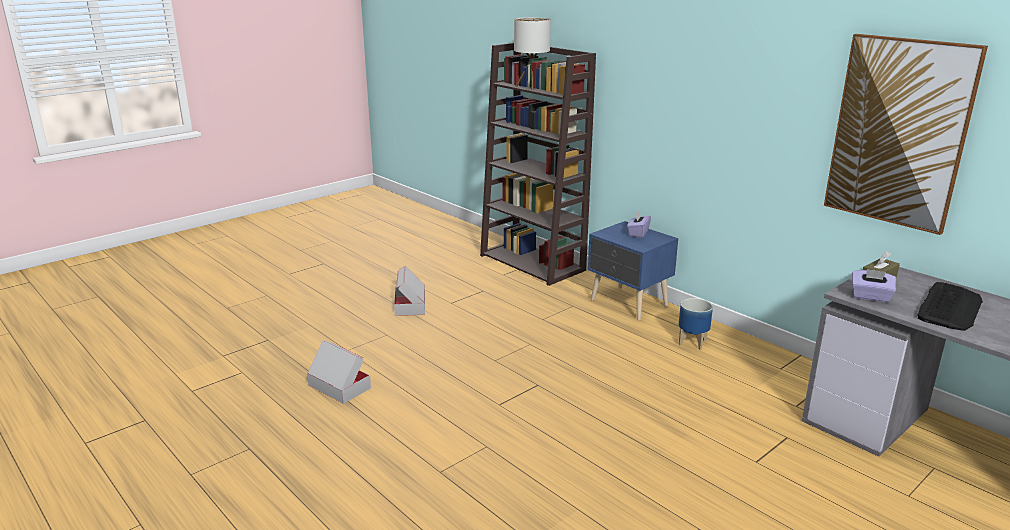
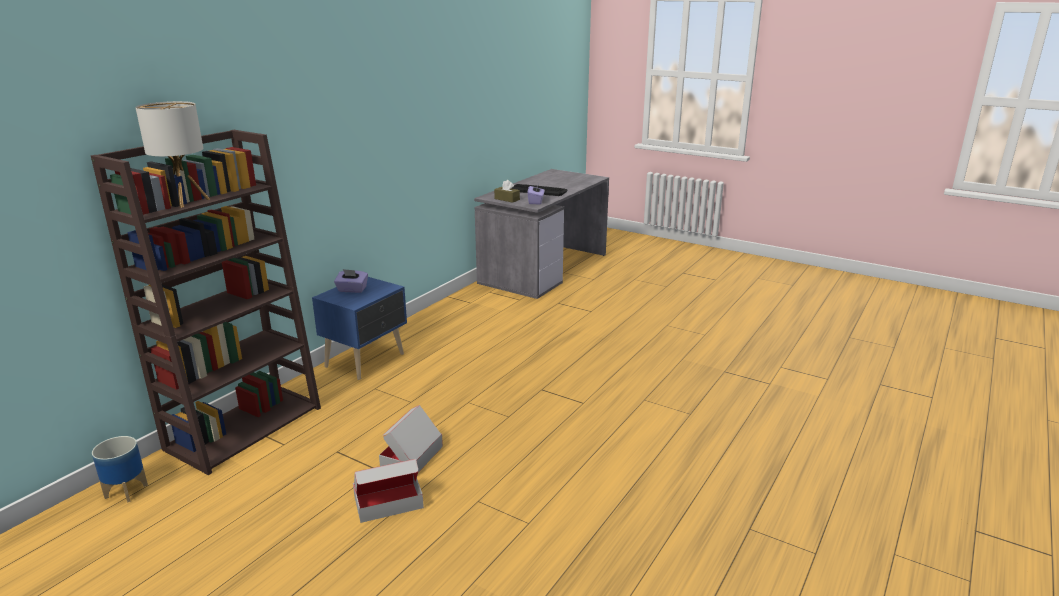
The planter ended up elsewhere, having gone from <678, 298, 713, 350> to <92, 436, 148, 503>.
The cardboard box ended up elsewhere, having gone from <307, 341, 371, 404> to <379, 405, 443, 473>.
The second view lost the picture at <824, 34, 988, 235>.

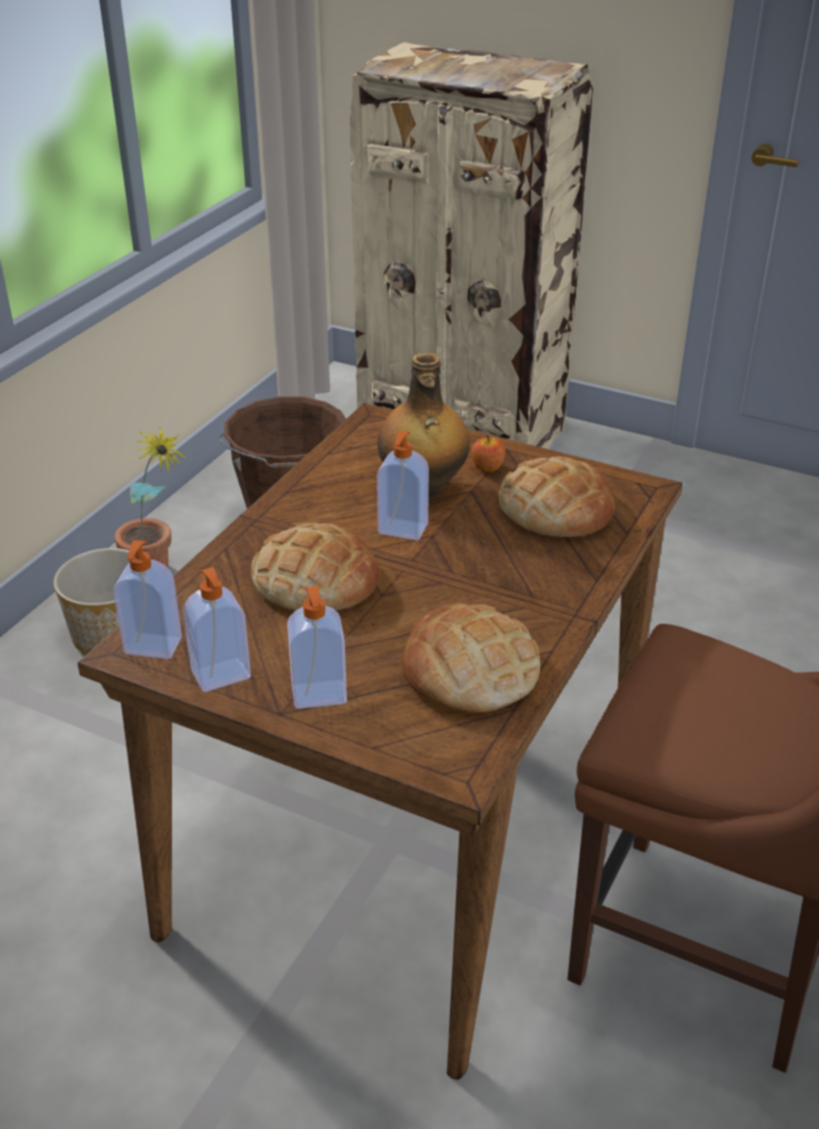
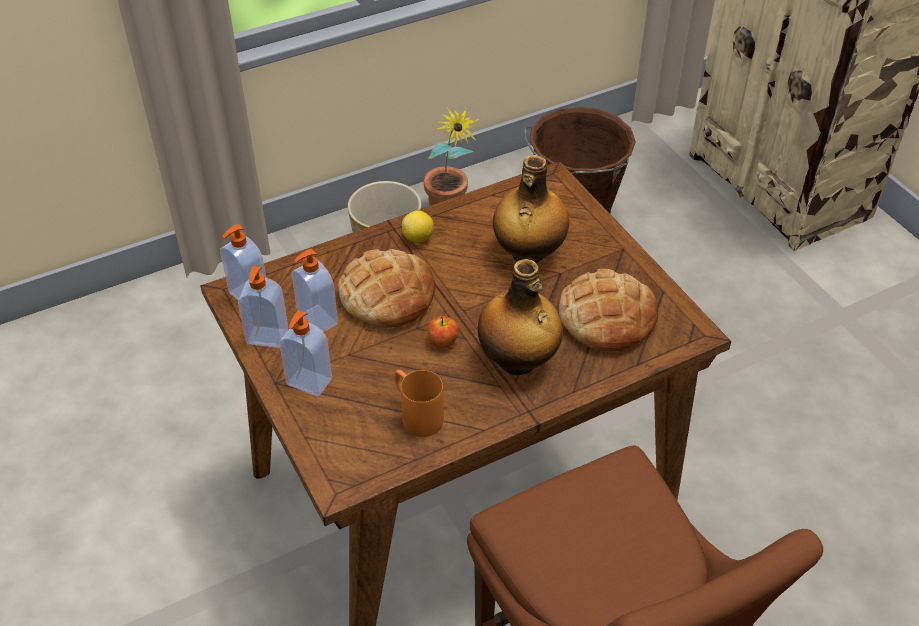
The soap dispenser ended up elsewhere, having gone from <377, 431, 429, 540> to <292, 249, 338, 332>.
Where the bread stood at <402, 604, 540, 713>, the orange mug came to stand at <394, 370, 444, 437>.
The second view gained the lemon at <402, 210, 434, 243>.
The apple ended up elsewhere, having gone from <472, 435, 506, 472> to <428, 316, 458, 348>.
The second view gained the bottle at <478, 259, 563, 375>.

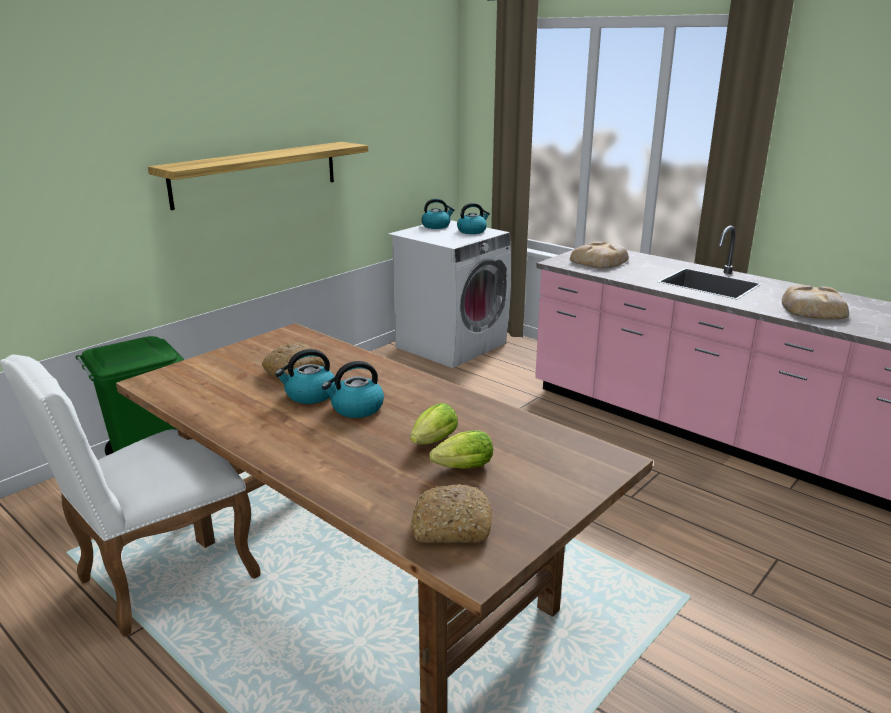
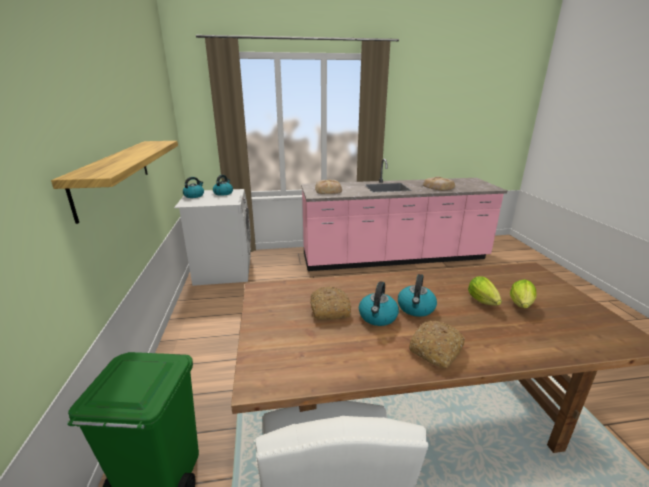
The bread ended up elsewhere, having gone from <410, 484, 492, 543> to <409, 321, 465, 368>.

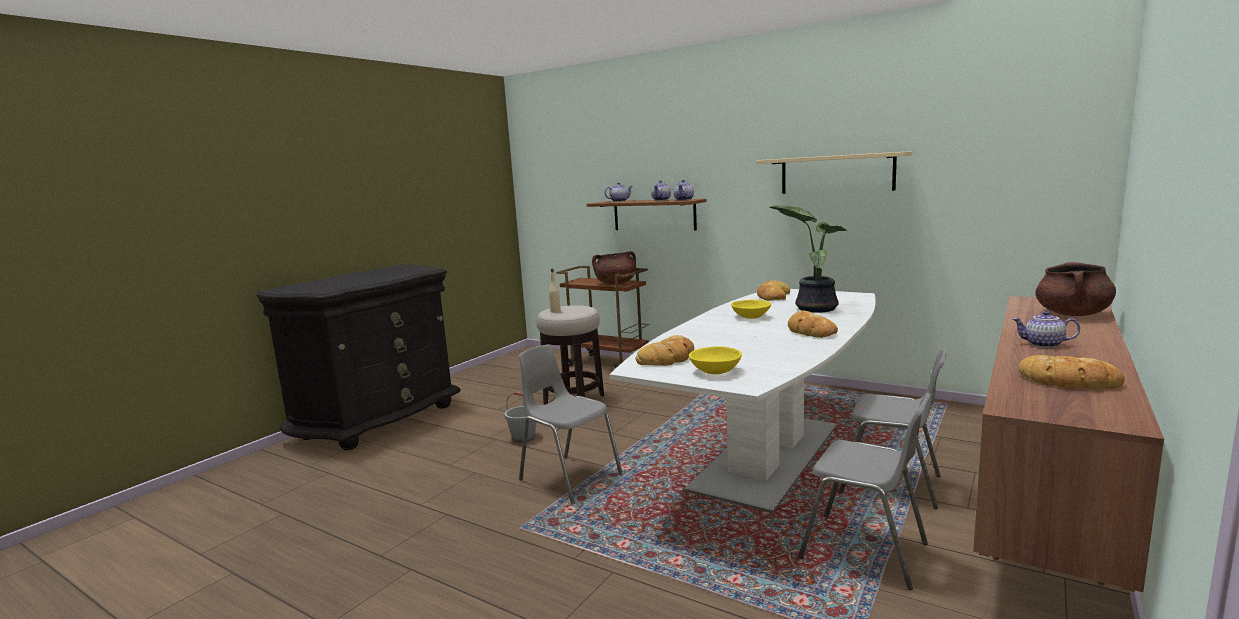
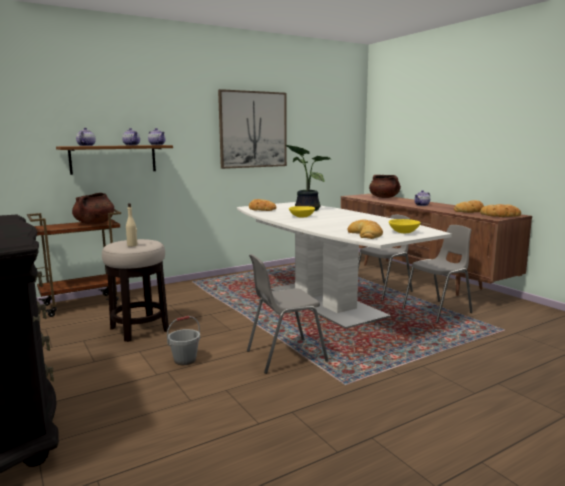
Where the beige shelf hung at <756, 151, 912, 194>, the picture came to hang at <218, 89, 287, 169>.
The bread ended up elsewhere, having gone from <788, 311, 838, 338> to <480, 204, 521, 217>.

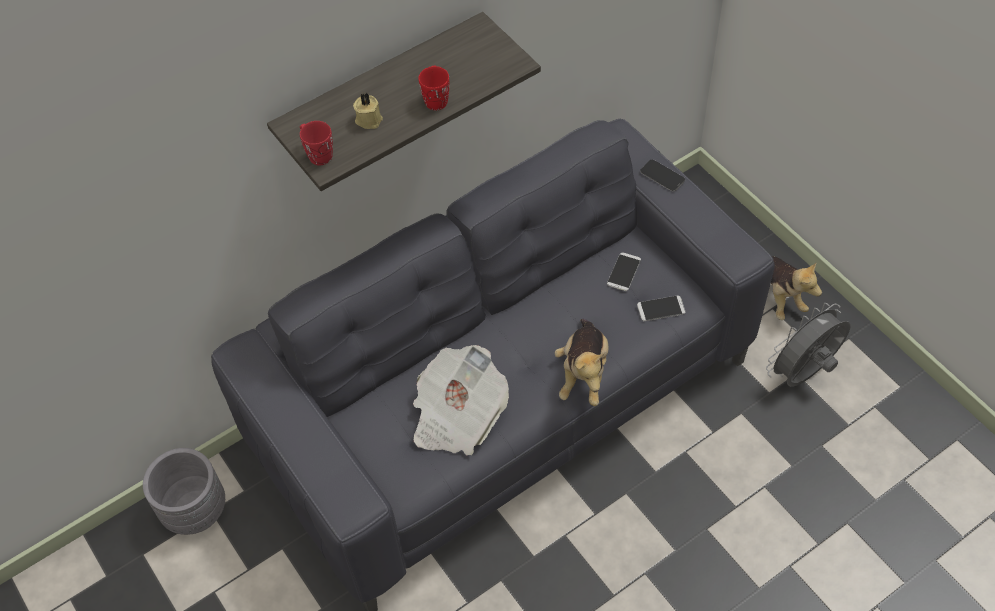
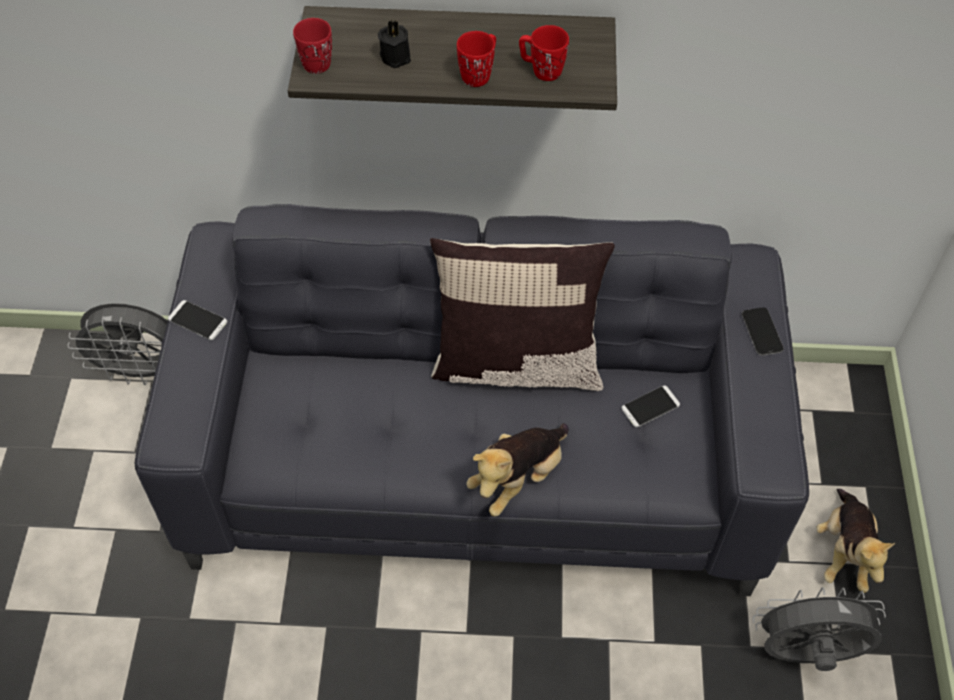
Where the grey planter stood at <143, 448, 225, 535>, the grey fan came to stand at <67, 303, 168, 385>.
The phone ended up elsewhere, having gone from <637, 295, 685, 321> to <168, 300, 227, 340>.
What was the beige candle at <353, 93, 383, 129> turned into the black candle at <378, 20, 411, 68>.
The second view gained the pillow at <430, 238, 615, 391>.
The second view gained the red mug at <519, 25, 569, 81>.
The second view lost the newspaper at <413, 345, 509, 455>.

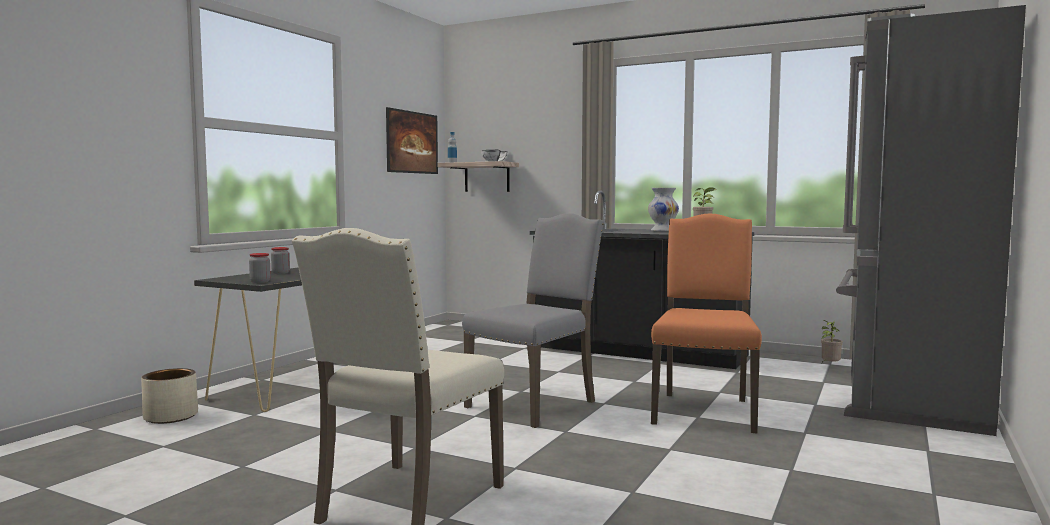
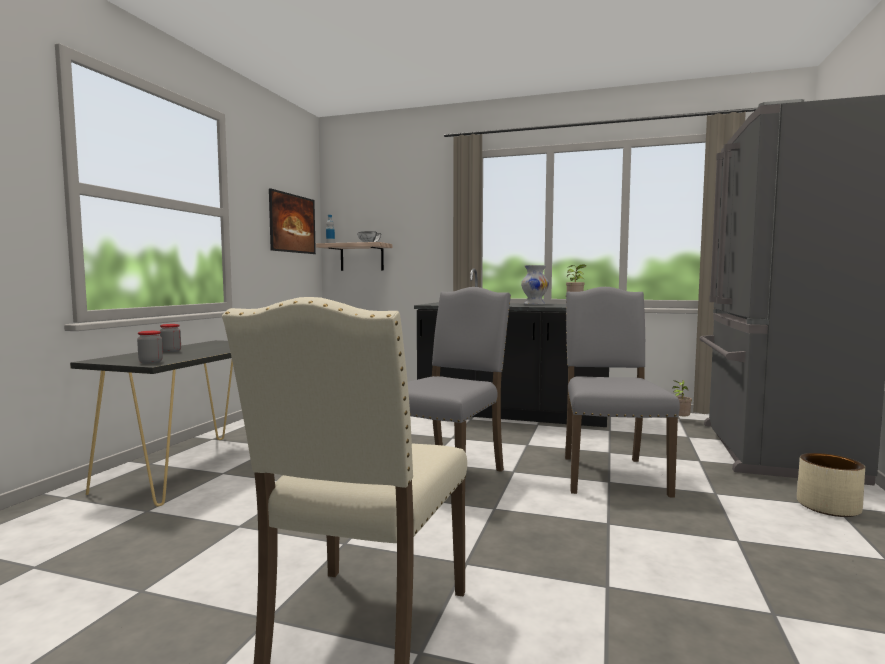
What was the orange chair at <651, 214, 762, 433> turned into the grey chair at <565, 287, 680, 498>.
The beige planter ended up elsewhere, having gone from <141, 368, 198, 424> to <797, 453, 865, 517>.

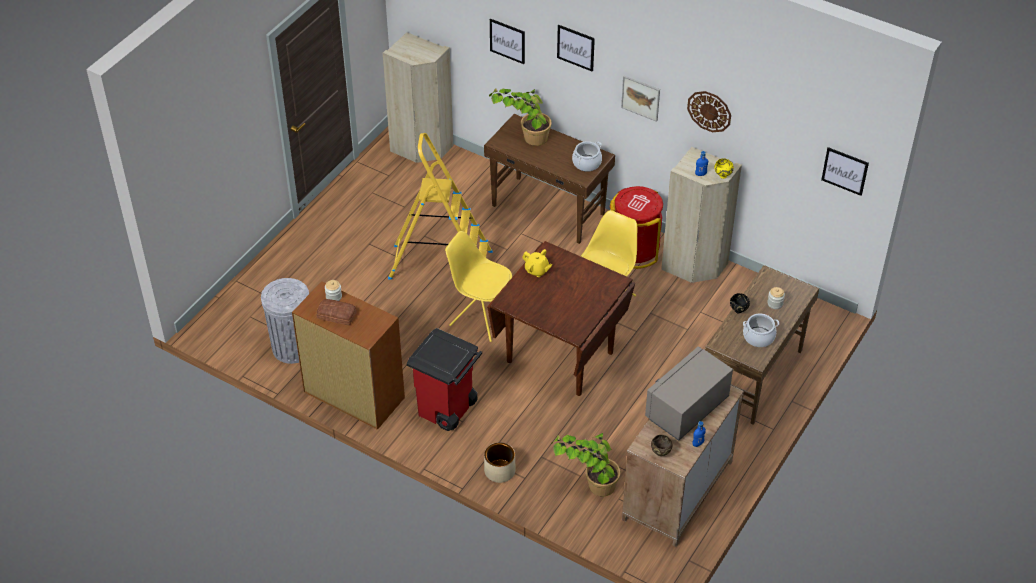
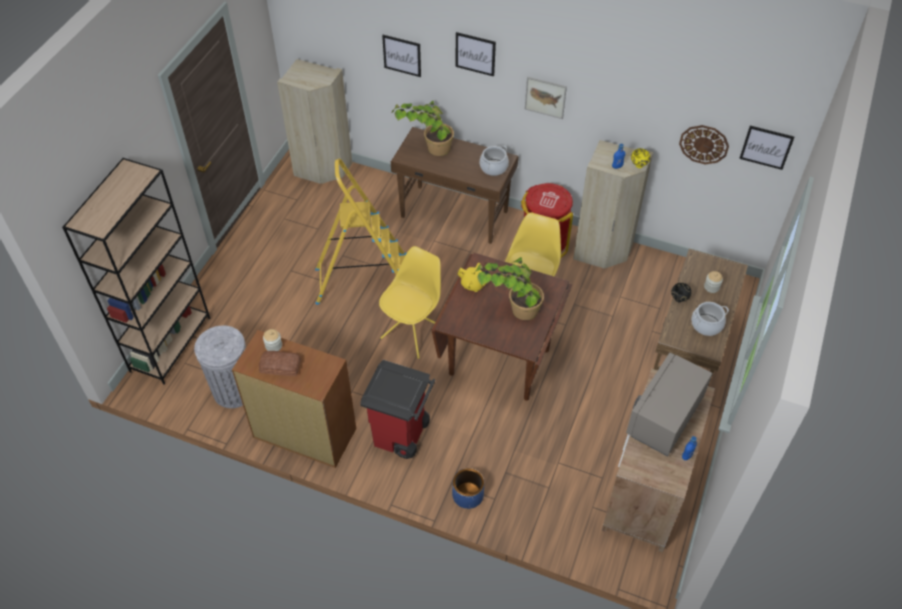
The second view gained the beige bookcase at <62, 158, 210, 385>.
The yellow chair at <445, 231, 512, 342> ended up facing another way, 105 degrees clockwise from before.
What was the beige planter at <484, 442, 516, 483> turned into the blue planter at <452, 468, 484, 509>.
The potted plant ended up elsewhere, having gone from <551, 433, 620, 496> to <475, 257, 544, 320>.
The wall clock ended up elsewhere, having gone from <687, 91, 731, 132> to <679, 125, 729, 164>.
The second view lost the brown bowl at <651, 435, 672, 456>.

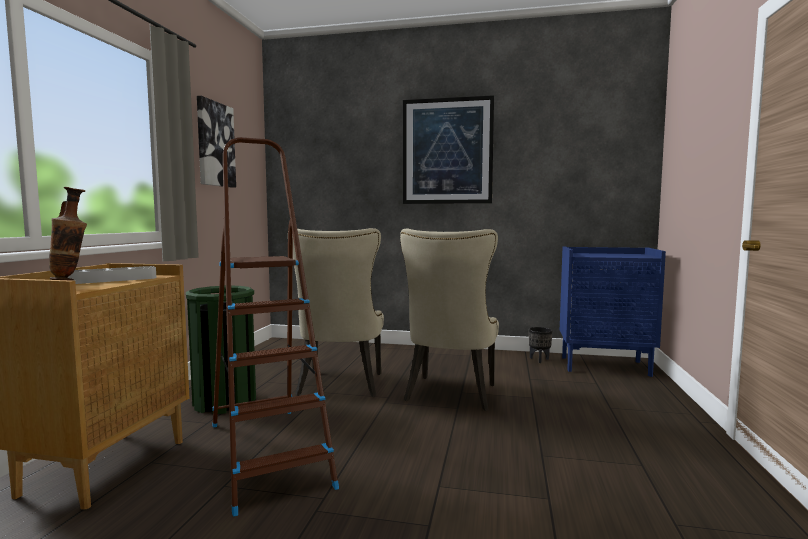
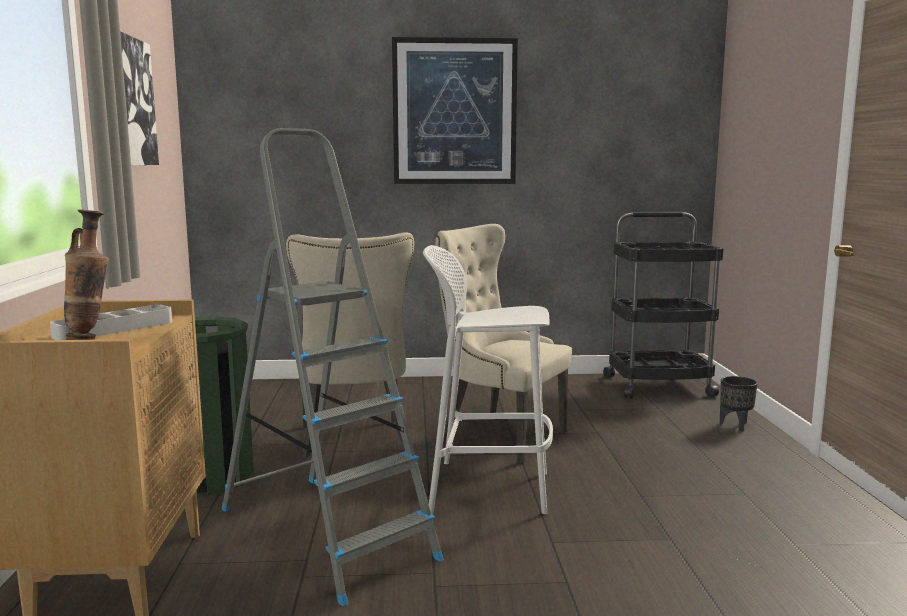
What was the brown step ladder at <213, 137, 339, 516> turned into the grey step ladder at <222, 128, 444, 606>.
The second view gained the white stool at <423, 245, 553, 515>.
The beige chair at <400, 229, 499, 411> ended up facing another way, 120 degrees clockwise from before.
Where the blue cabinet stood at <560, 246, 666, 377>, the black cart came to stand at <603, 212, 723, 399>.
The black planter ended up elsewhere, having gone from <529, 327, 553, 363> to <720, 376, 758, 431>.

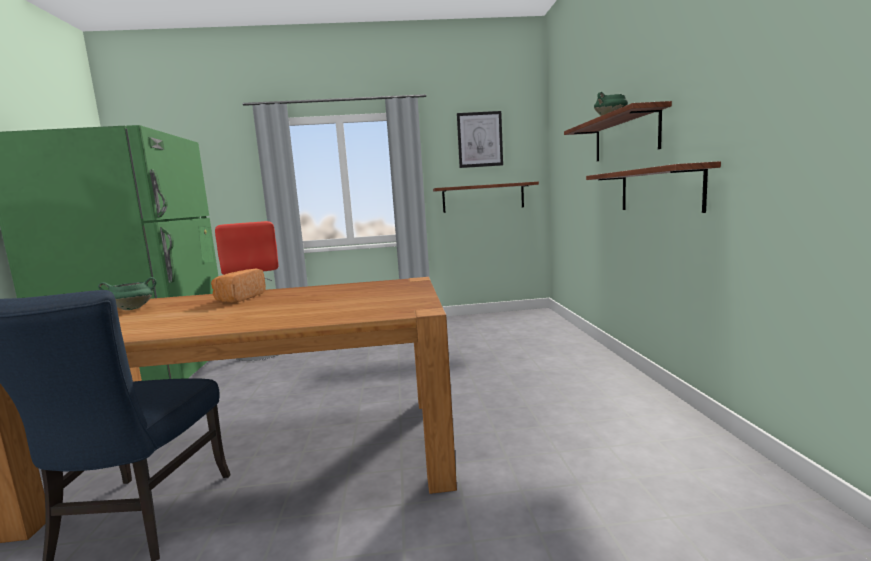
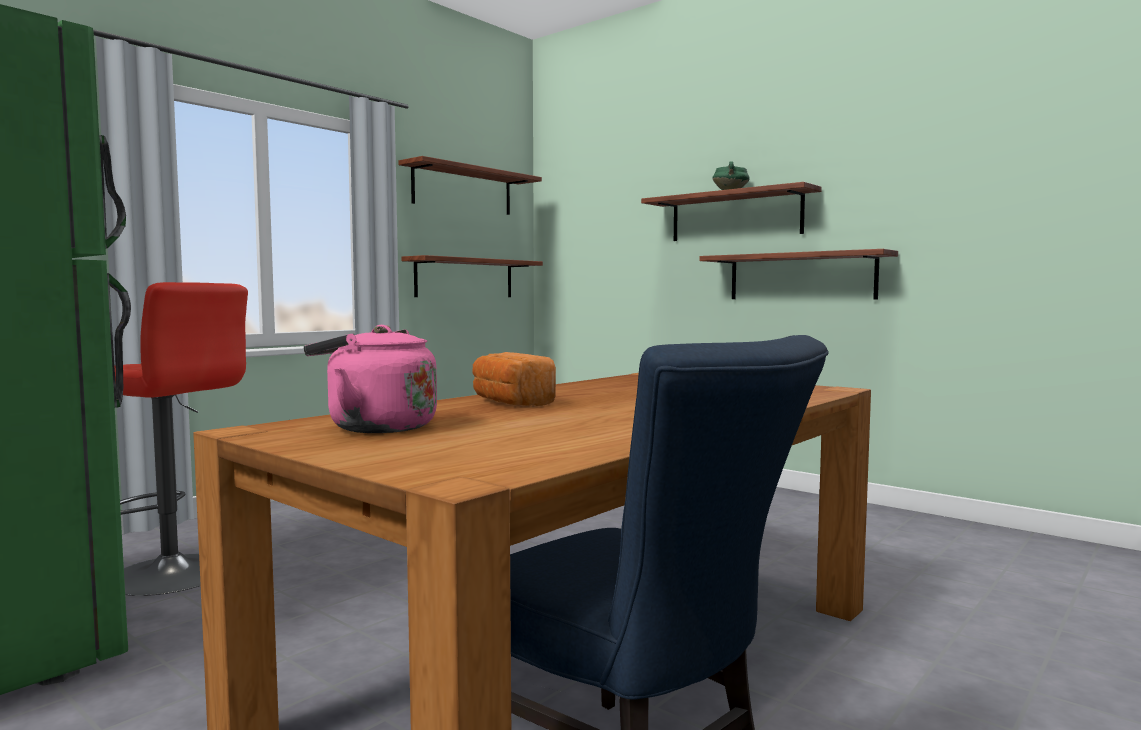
Where the green cooking pot stood at <98, 277, 156, 310>, the pink kettle came to stand at <304, 325, 437, 433>.
Where the picture hung at <457, 111, 503, 168>, the shelf came to hang at <398, 156, 542, 215>.

